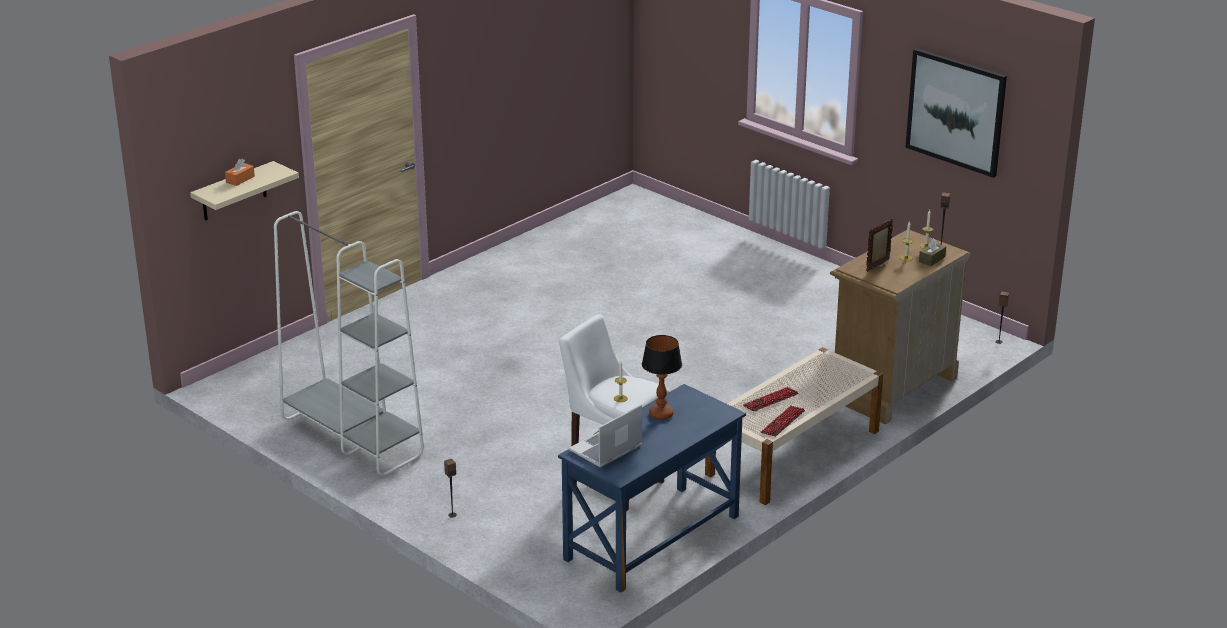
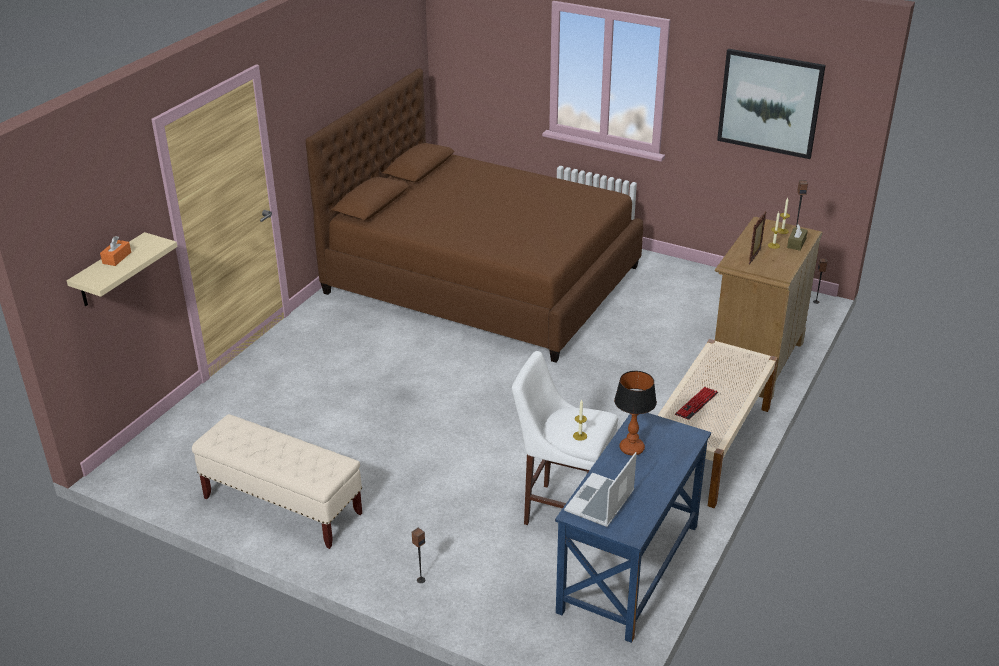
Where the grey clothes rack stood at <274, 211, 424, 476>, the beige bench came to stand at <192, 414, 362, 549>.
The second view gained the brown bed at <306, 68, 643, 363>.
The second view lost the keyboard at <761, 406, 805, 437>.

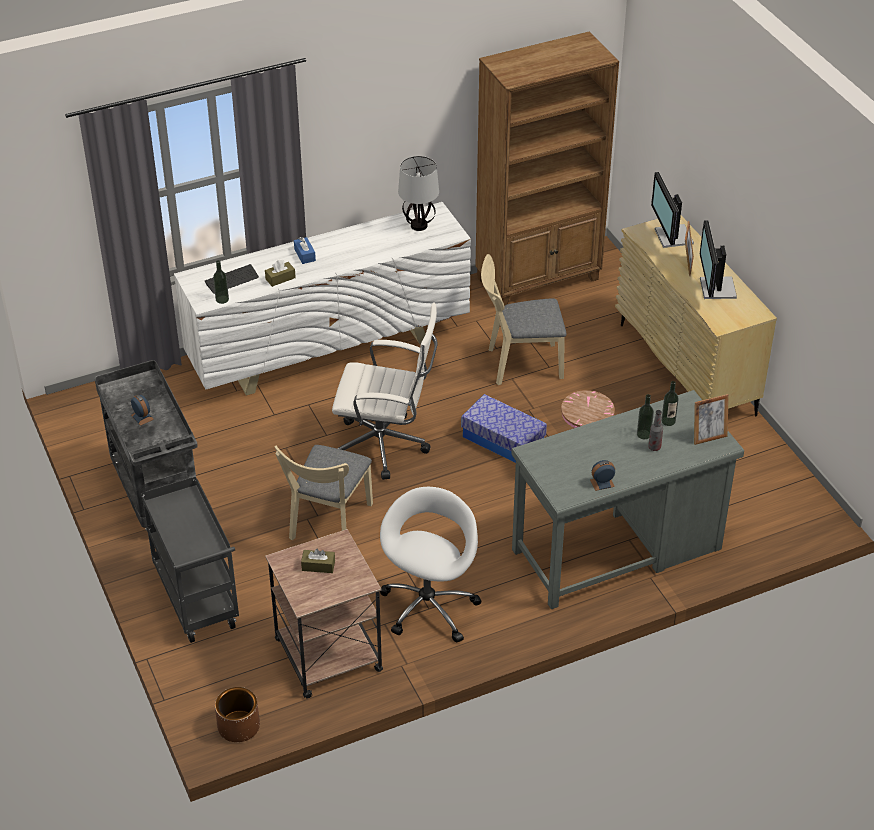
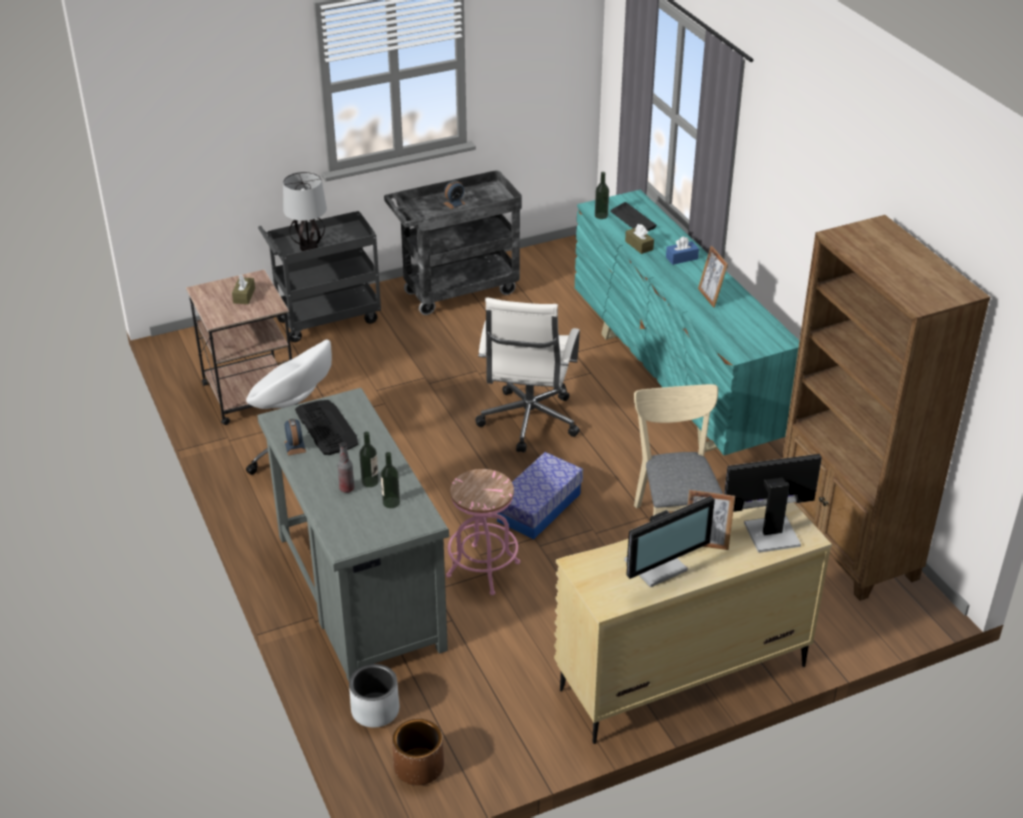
The table lamp ended up elsewhere, having gone from <398, 156, 439, 231> to <283, 172, 327, 251>.
The second view gained the keyboard at <295, 400, 358, 455>.
The second view gained the grey planter at <349, 664, 399, 728>.
The brown planter ended up elsewhere, having gone from <215, 687, 260, 742> to <392, 719, 444, 785>.
What was the white cabinet at <174, 202, 471, 396> turned into the turquoise cabinet at <575, 190, 799, 456>.
The monitor at <700, 220, 737, 299> ended up facing another way, 150 degrees clockwise from before.
The picture frame ended up elsewhere, having gone from <694, 394, 729, 445> to <698, 246, 728, 308>.
The second view lost the beige chair at <274, 445, 373, 540>.

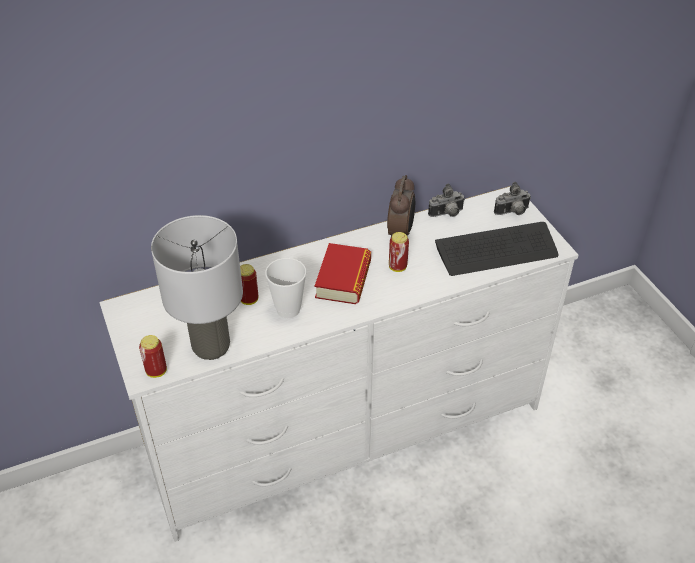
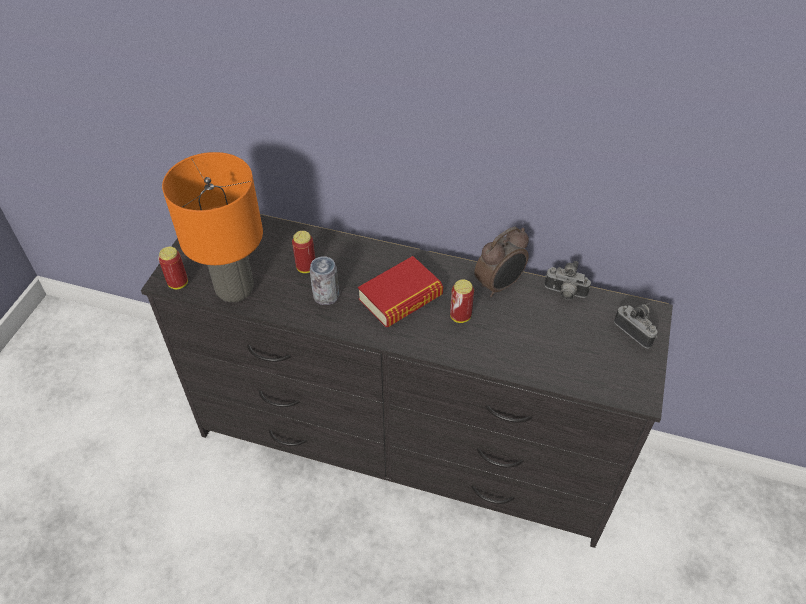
What was the white dresser at <99, 186, 578, 542> turned into the black dresser at <141, 214, 673, 548>.
What was the white table lamp at <151, 215, 243, 360> turned into the orange table lamp at <162, 152, 263, 302>.
Where the cup stood at <265, 258, 306, 318>, the can came to stand at <310, 256, 339, 305>.
The photo camera at <494, 182, 531, 215> ended up facing another way, 150 degrees counterclockwise from before.
The second view lost the keyboard at <435, 222, 559, 276>.

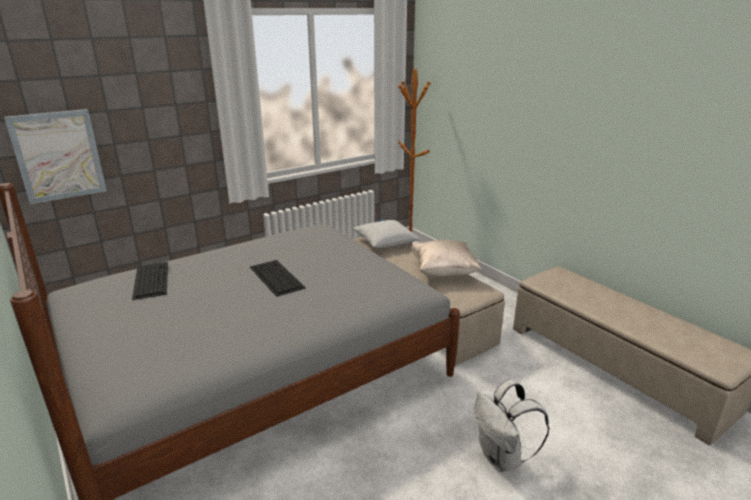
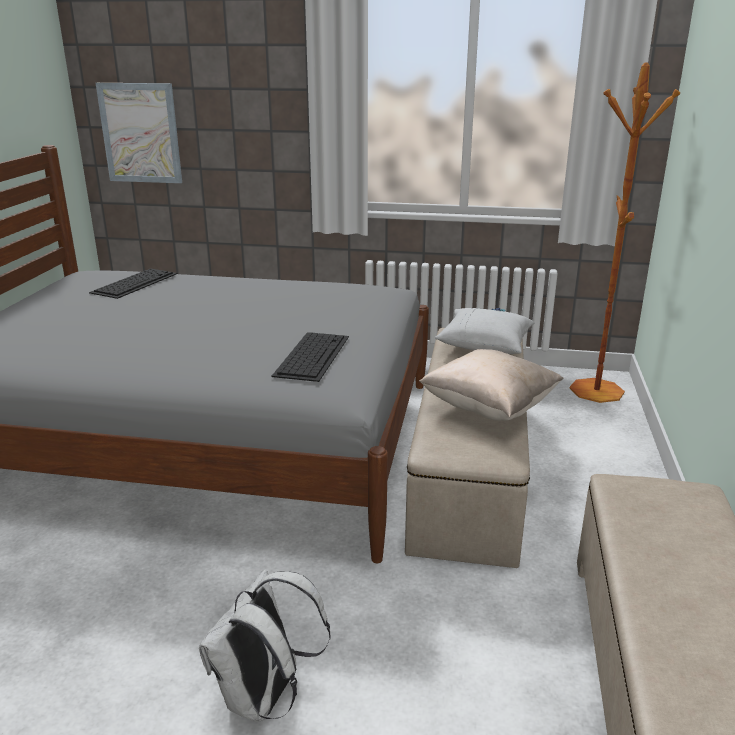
The keyboard ended up elsewhere, having gone from <250, 260, 306, 297> to <272, 332, 349, 382>.

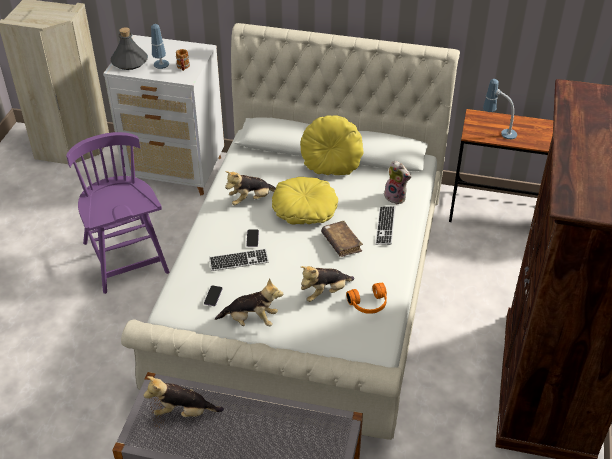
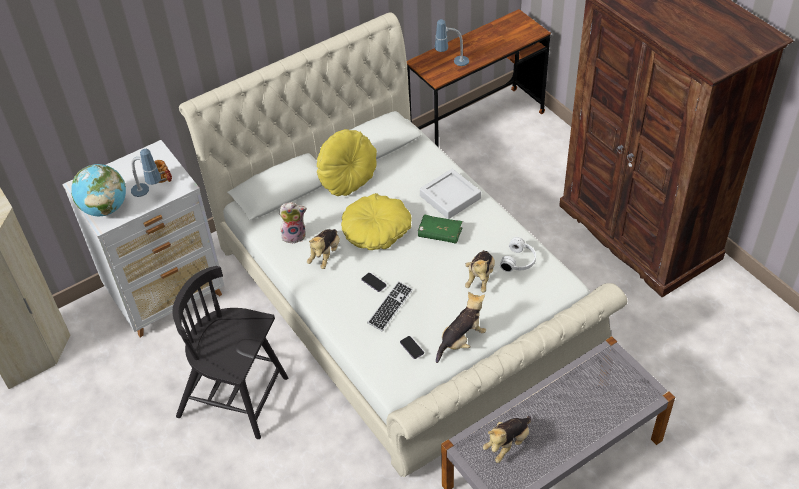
Where the grey bottle stood at <110, 27, 148, 70>, the globe came to stand at <71, 164, 126, 216>.
What was the purple chair at <66, 132, 169, 294> turned into the black chair at <172, 266, 288, 439>.
The plush toy ended up elsewhere, having gone from <384, 161, 411, 205> to <279, 202, 307, 244>.
What was the brown book at <321, 221, 363, 257> turned into the green book at <418, 214, 463, 244>.
Where the keyboard stood at <375, 206, 396, 245>, the grey tray came to stand at <420, 169, 481, 219>.
What was the orange headphones at <346, 283, 387, 314> turned into the white headphones at <500, 237, 536, 272>.

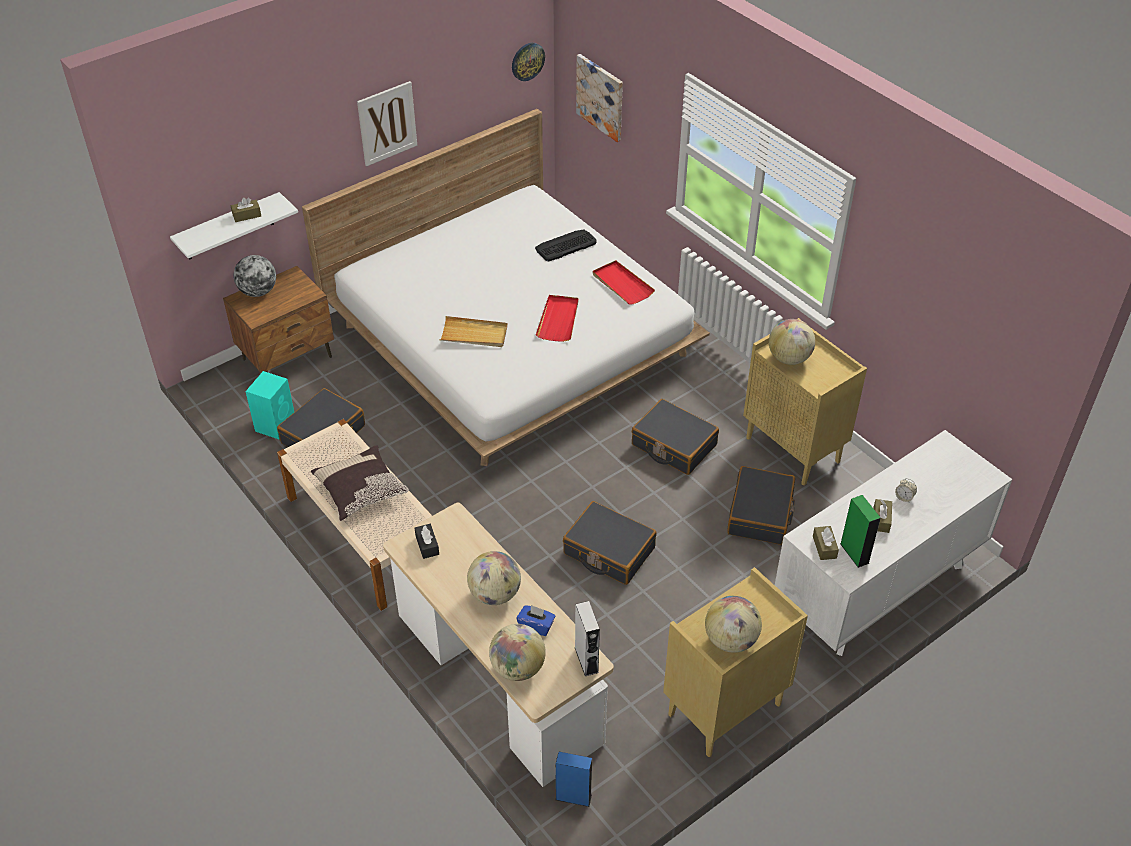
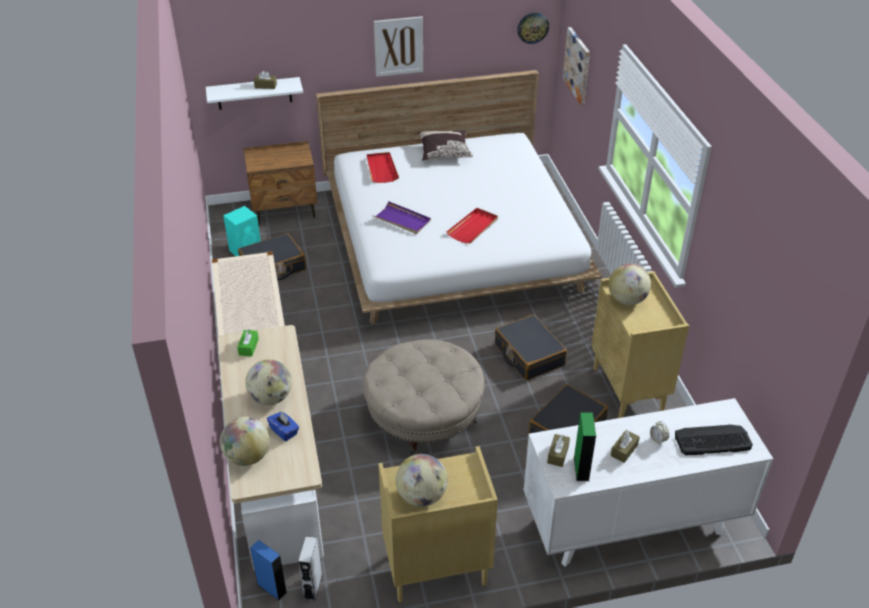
What was the black tissue box at <415, 524, 439, 559> turned into the green tissue box at <237, 329, 259, 356>.
The grey speaker ended up elsewhere, having gone from <575, 601, 600, 676> to <298, 536, 322, 600>.
Where the black suitcase stood at <563, 501, 656, 585>, the beige ottoman came to stand at <363, 339, 485, 454>.
The red tray ended up elsewhere, having gone from <593, 260, 655, 305> to <367, 152, 399, 183>.
What was the beige tray at <439, 316, 508, 347> turned into the purple tray at <372, 201, 431, 234>.
The pillow ended up elsewhere, having gone from <311, 445, 409, 521> to <418, 131, 473, 161>.
The keyboard ended up elsewhere, having gone from <535, 229, 597, 262> to <675, 424, 753, 455>.
The second view lost the globe at <234, 255, 276, 297>.

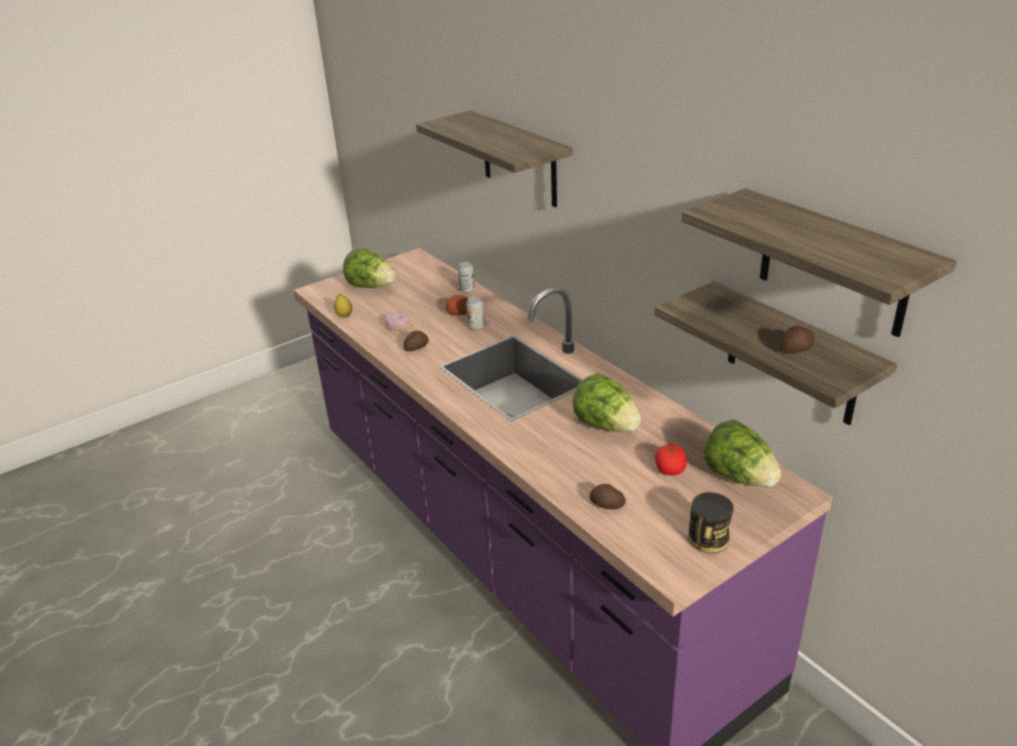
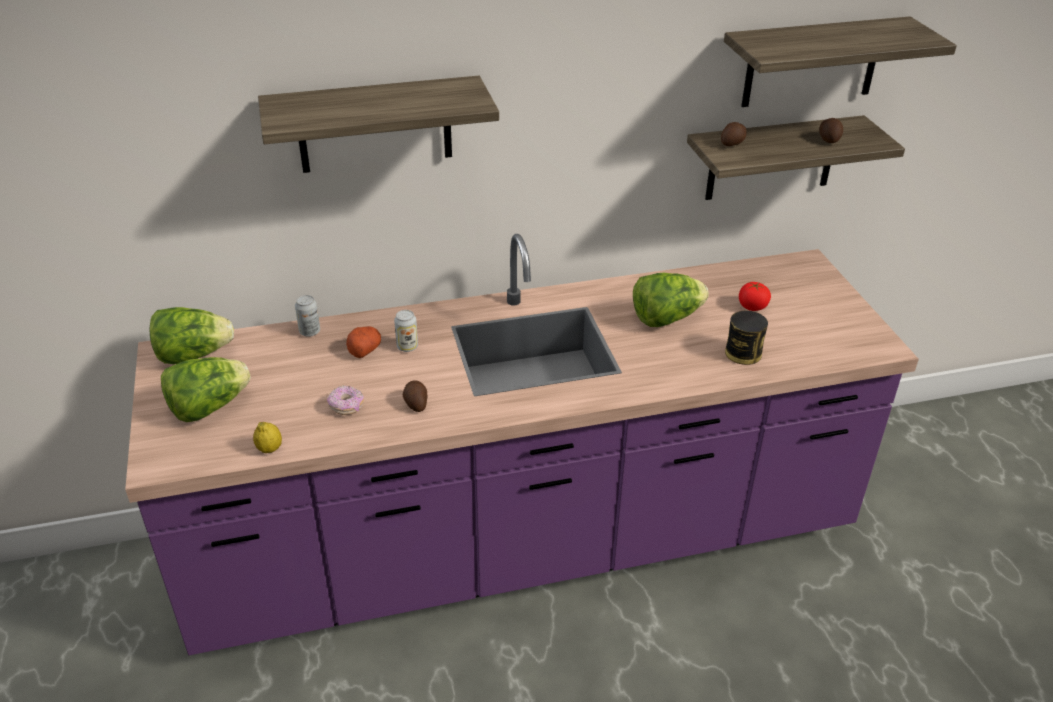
The lettuce ended up elsewhere, having gone from <704, 420, 781, 487> to <150, 307, 234, 364>.
The potato ended up elsewhere, having gone from <589, 484, 626, 509> to <721, 122, 747, 146>.
The can ended up elsewhere, having gone from <689, 492, 734, 553> to <725, 311, 768, 365>.

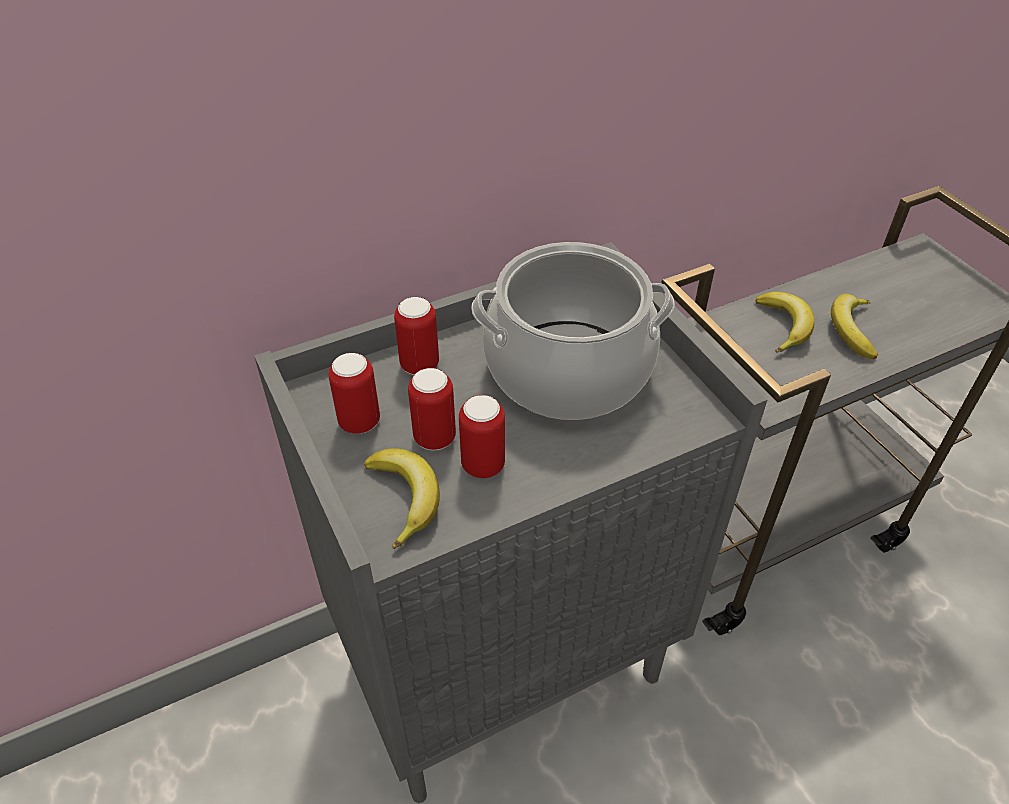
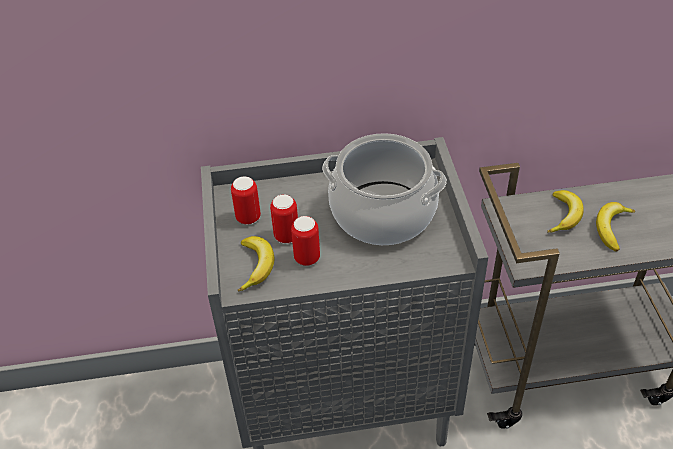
The second view lost the can at <394, 297, 439, 375>.

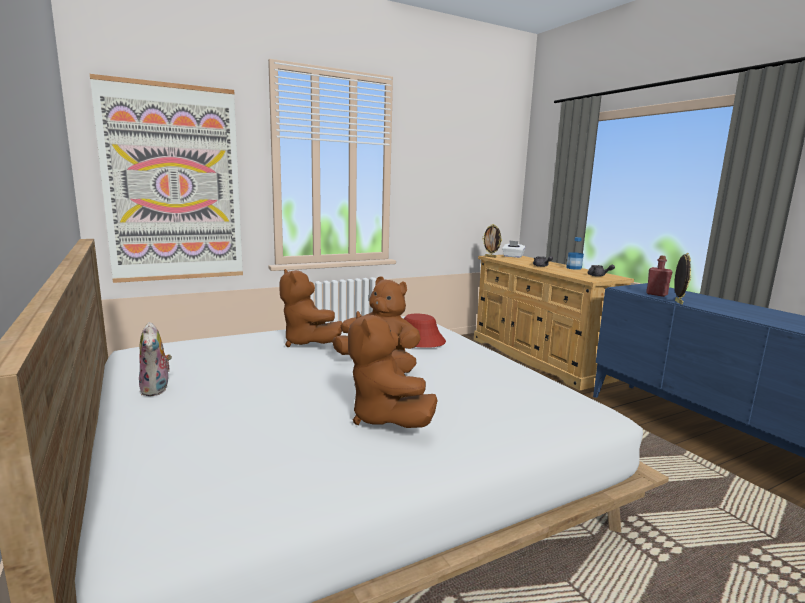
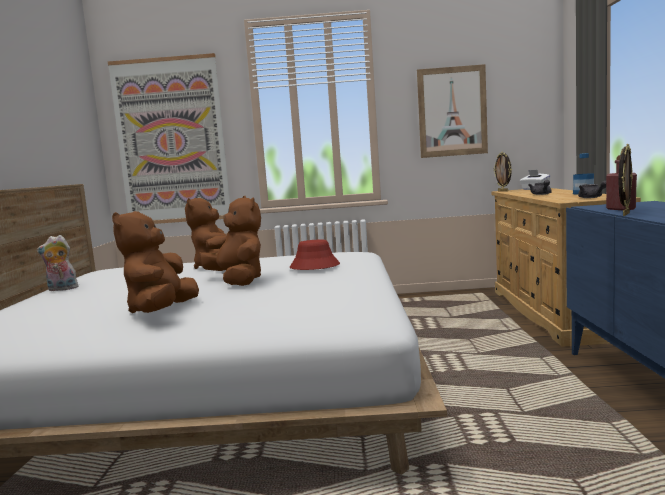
The plush toy at <139, 322, 172, 396> ended up facing another way, 75 degrees clockwise from before.
The second view gained the picture at <417, 64, 488, 158>.

